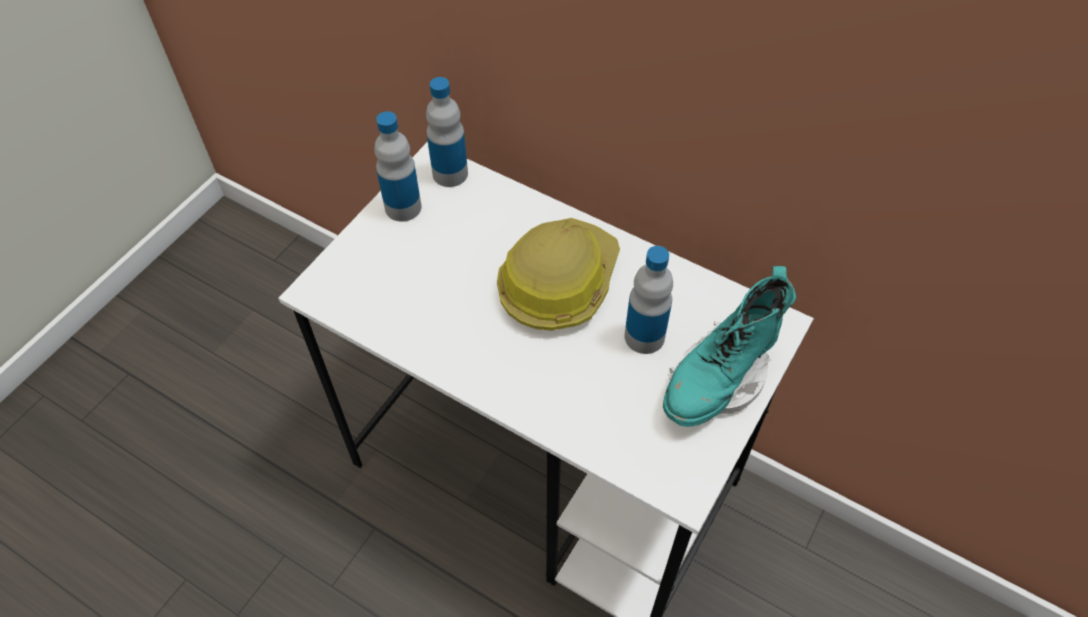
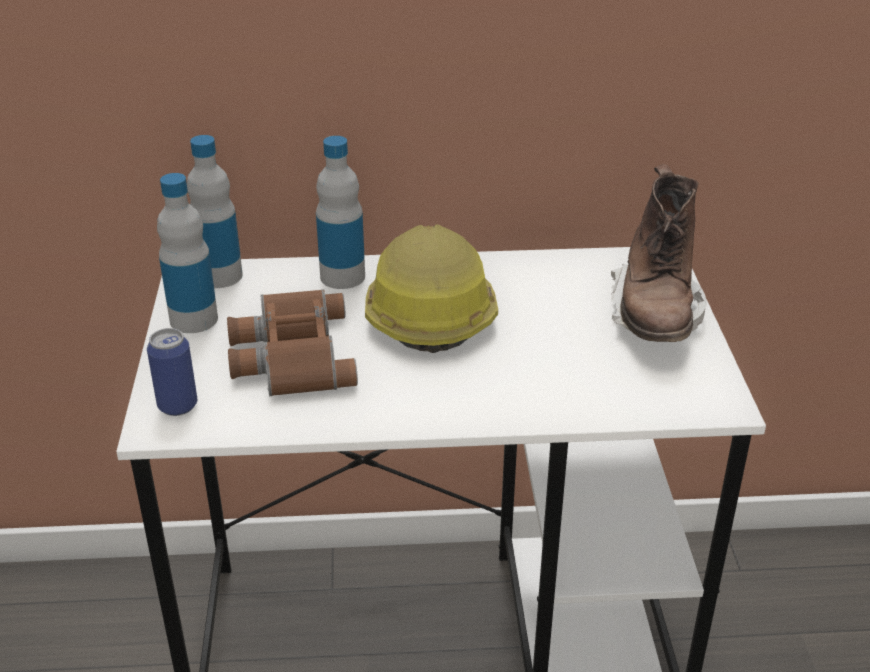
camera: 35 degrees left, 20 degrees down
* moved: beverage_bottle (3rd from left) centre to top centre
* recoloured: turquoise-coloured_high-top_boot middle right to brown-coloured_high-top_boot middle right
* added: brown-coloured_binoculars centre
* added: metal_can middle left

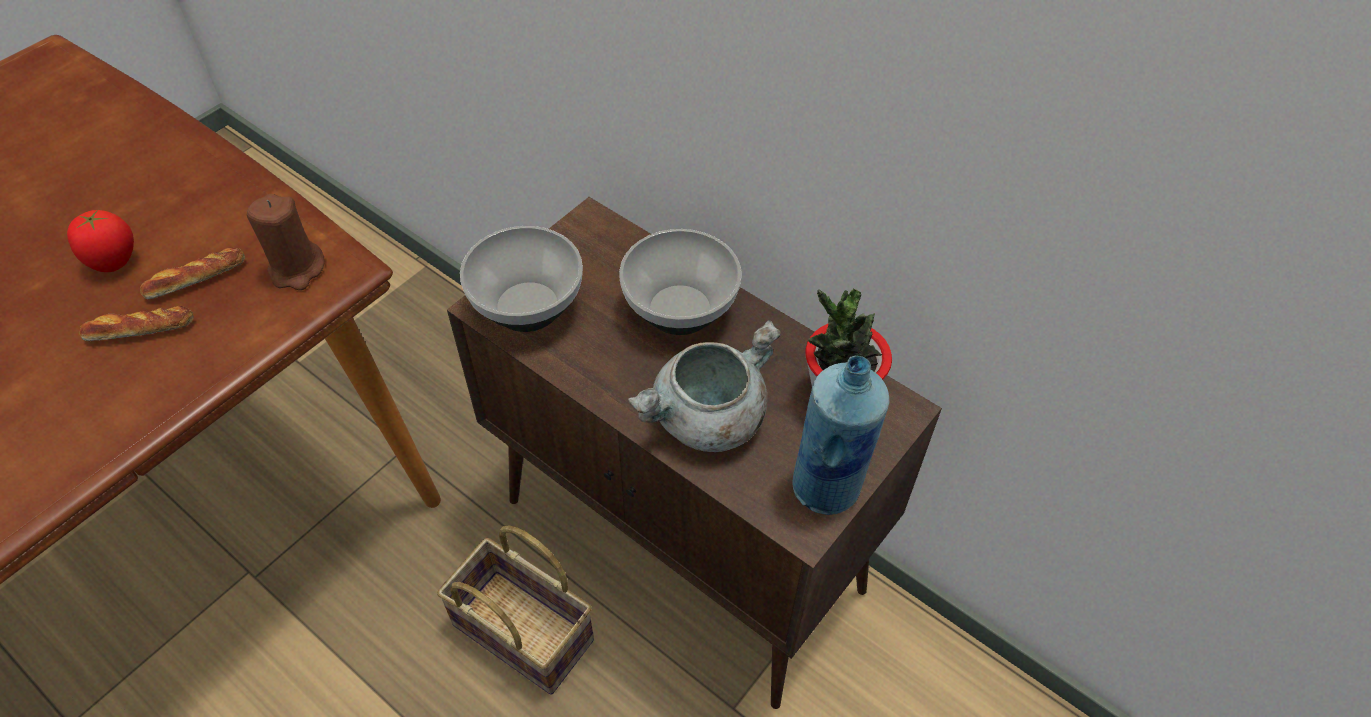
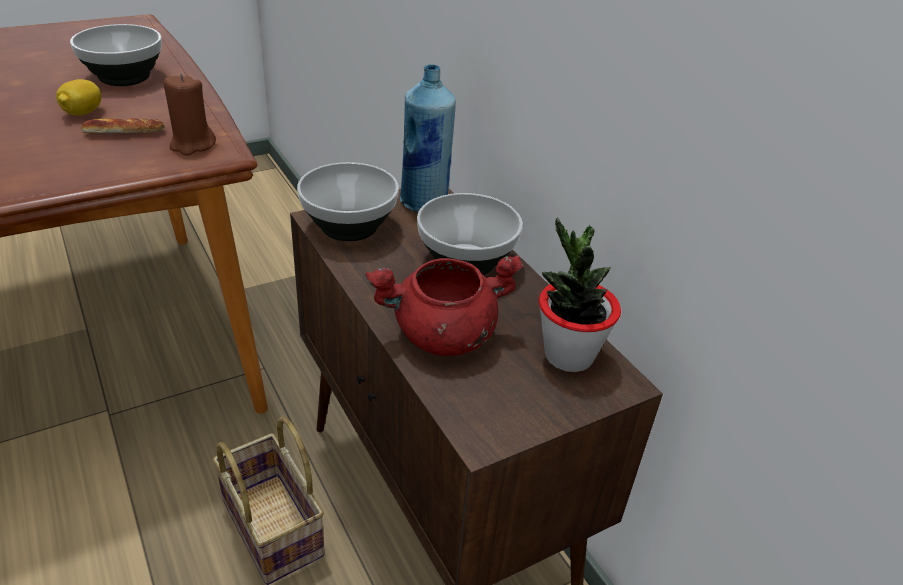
camera: 20 degrees right, 15 degrees down
* replaced: tomato middle left to whole_lemon top left
* removed: baked_bread (1st from left) middle left
* recoloured: gray_stockpot centre to red_stockpot centre
* moved: blue-coloured_beverage_bottle centre to top centre
* added: bowl (1st from left) top left

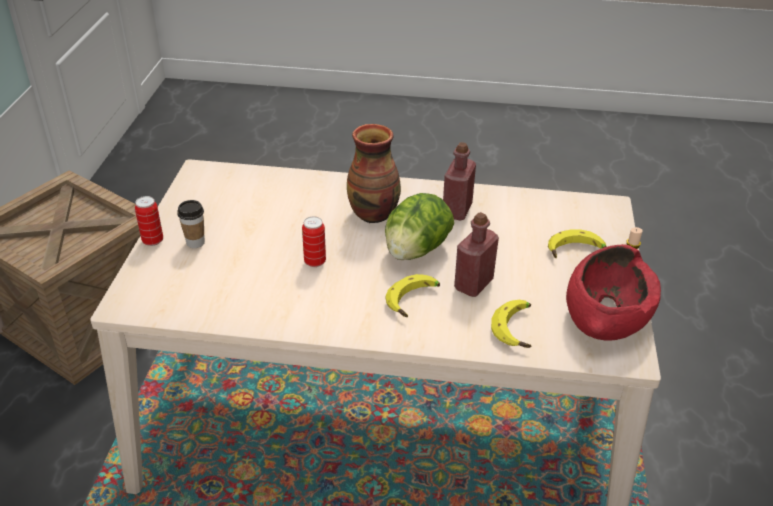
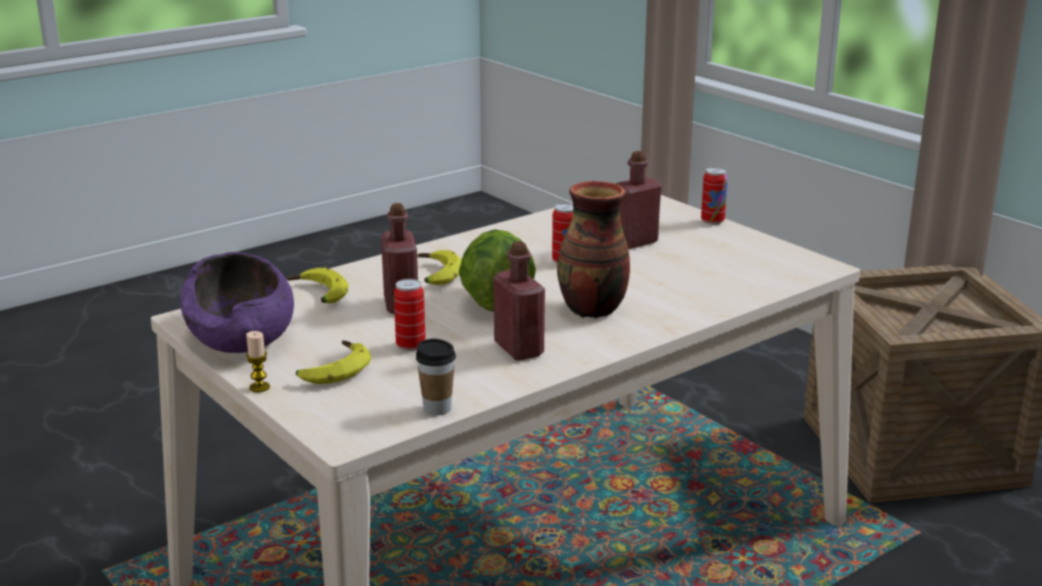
camera: 135 degrees right, 15 degrees down
* moved: small_cup middle left to centre
* recoloured: red_bowl middle right to purplish_bowl middle left
* added: red_beverage_bottle (3rd from left) centre
* added: metal_can (1st from left) centre

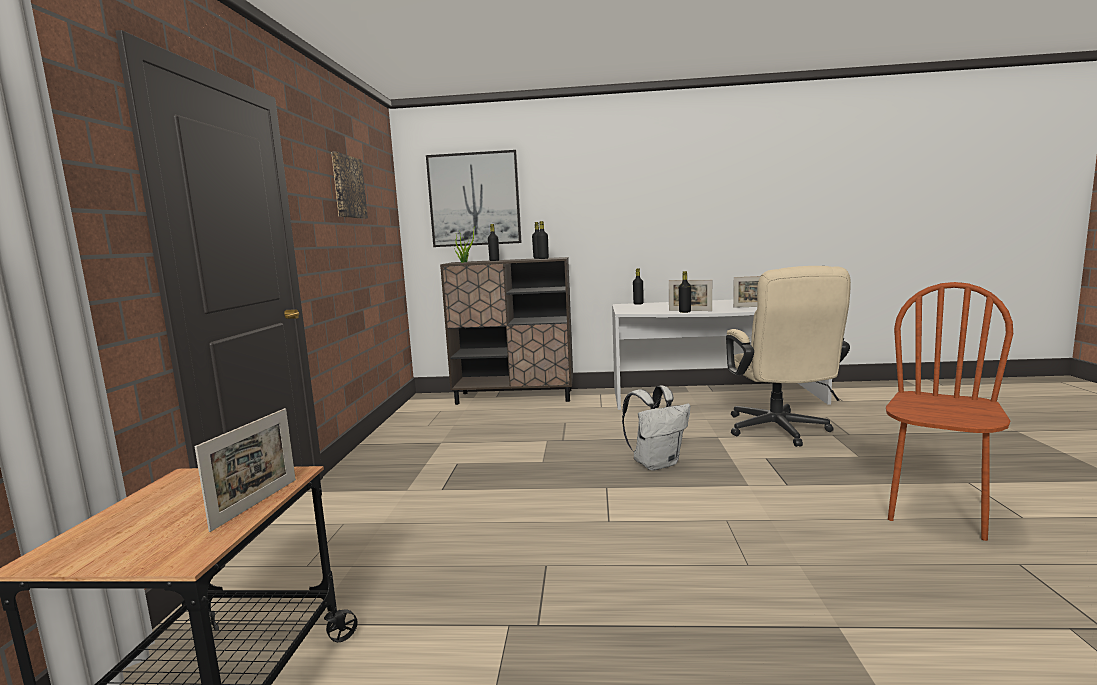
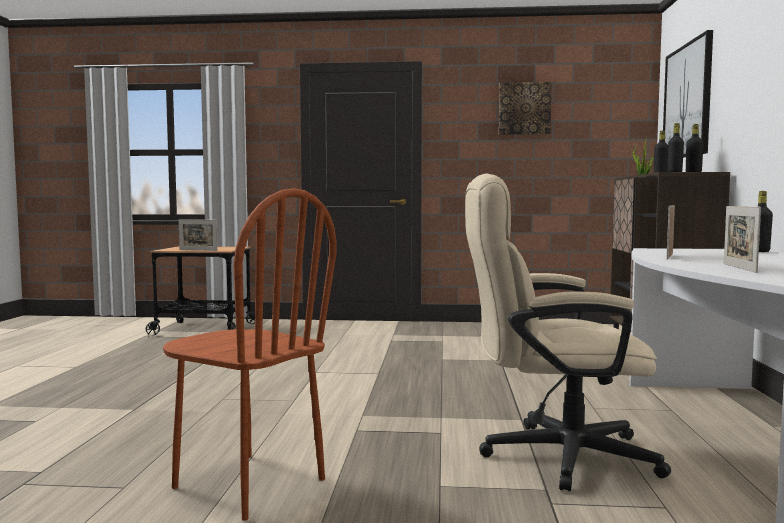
camera: 90 degrees right, 5 degrees down
* removed: black_beverage_bottle (5th from left) centre
* removed: white-coloured_rucksack centre

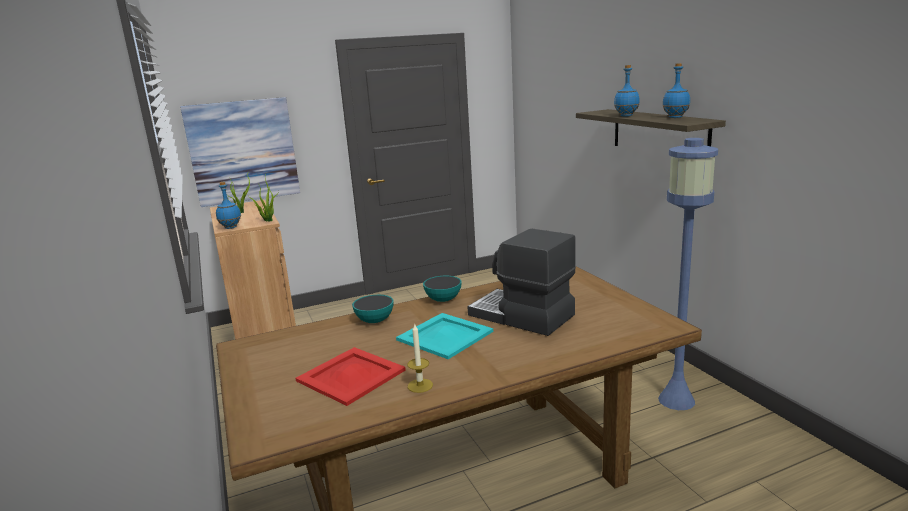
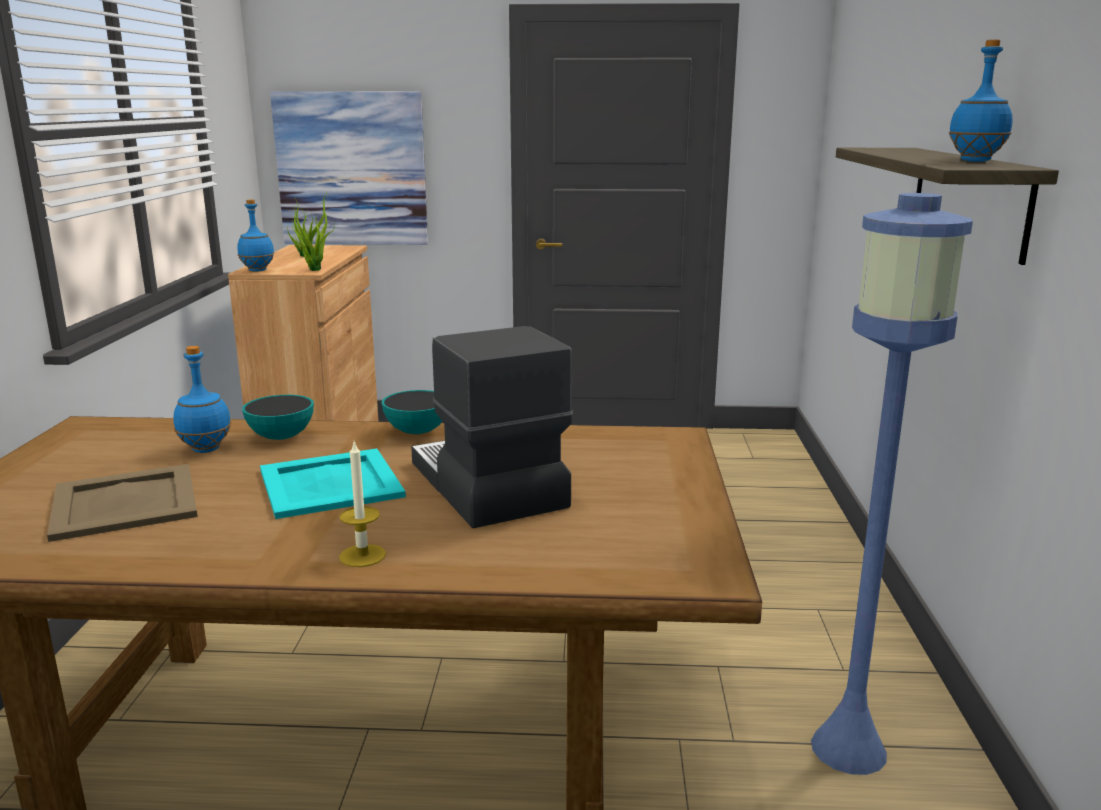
camera: 25 degrees right, 0 degrees up
* moved: blue-coloured_beverage_bottle (2nd from left in the first image) top right to blue-coloured_beverage_bottle (1st from left) middle left
* moved: wax_candle bottom centre to middle left
* recoloured: red_serving_tray bottom centre to beige_serving_tray middle left

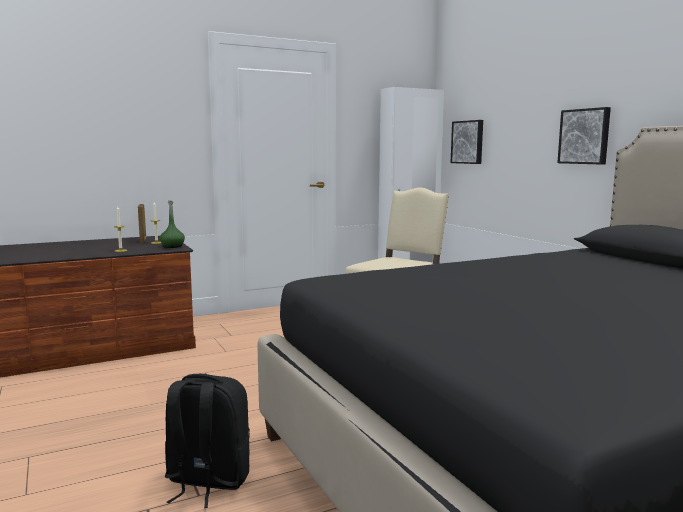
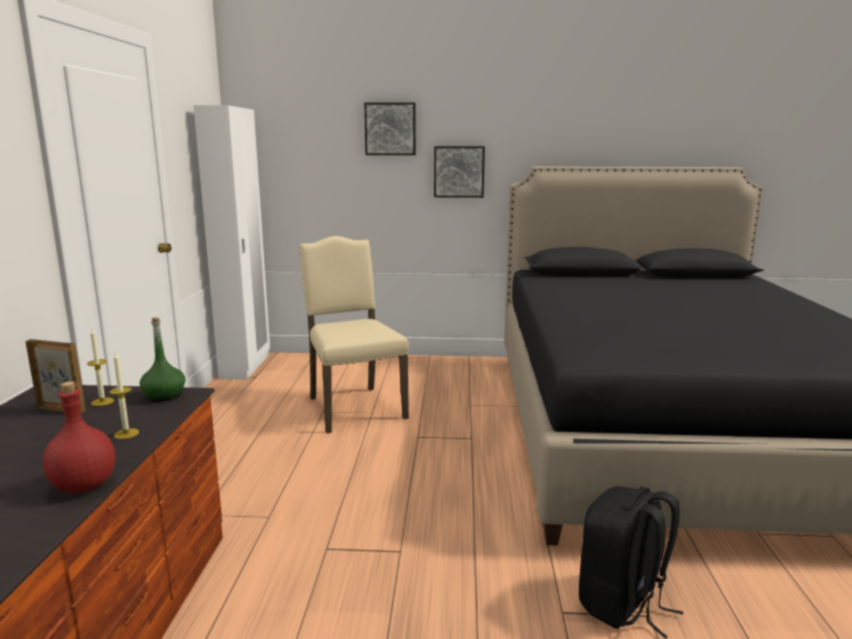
camera: 60 degrees left, 5 degrees up
* moved: picture (1st from left) top right to top centre
* added: red_beverage_bottle bottom left

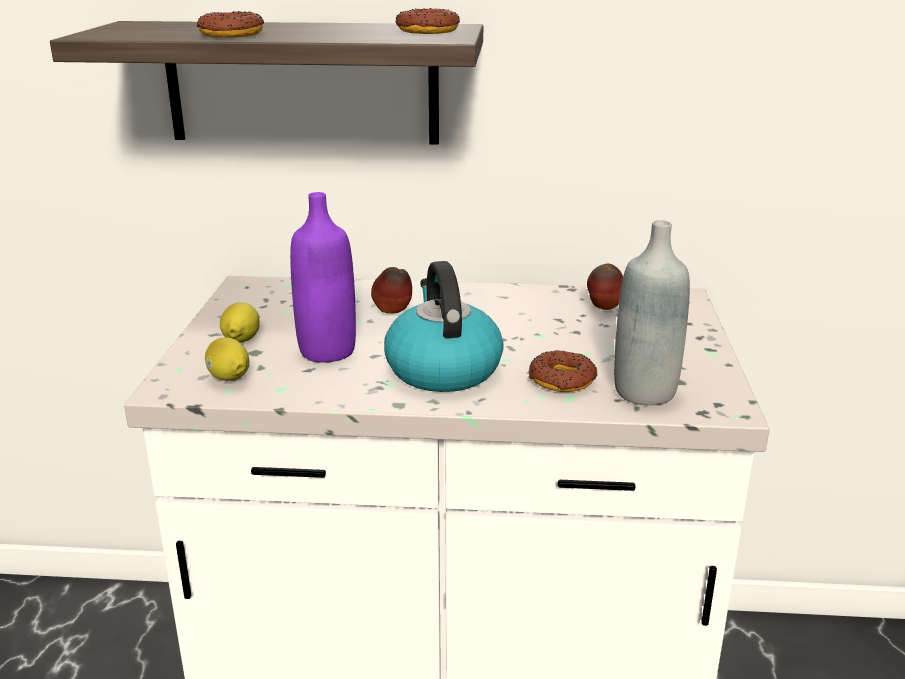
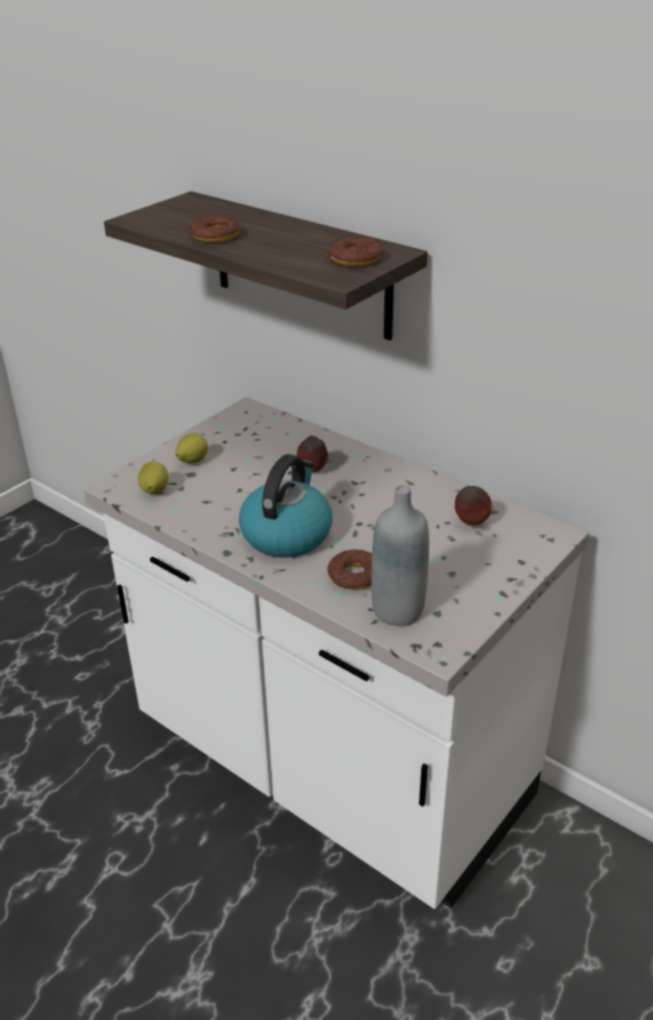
camera: 35 degrees right, 10 degrees up
* removed: purplish_beverage_bottle centre

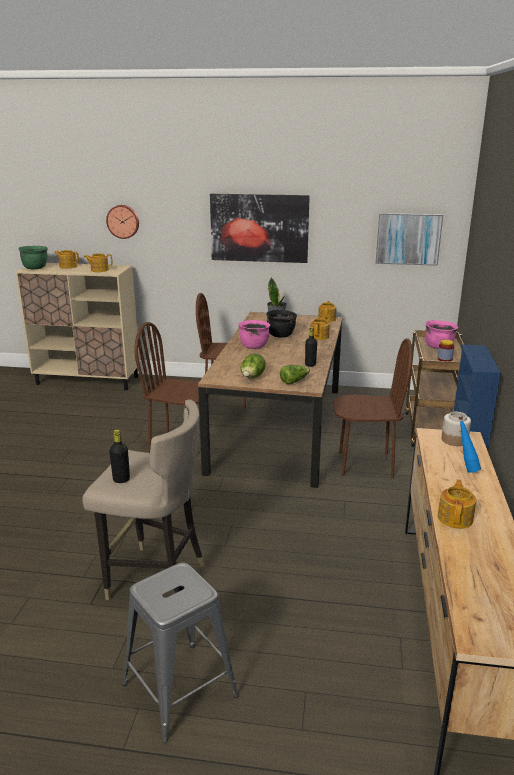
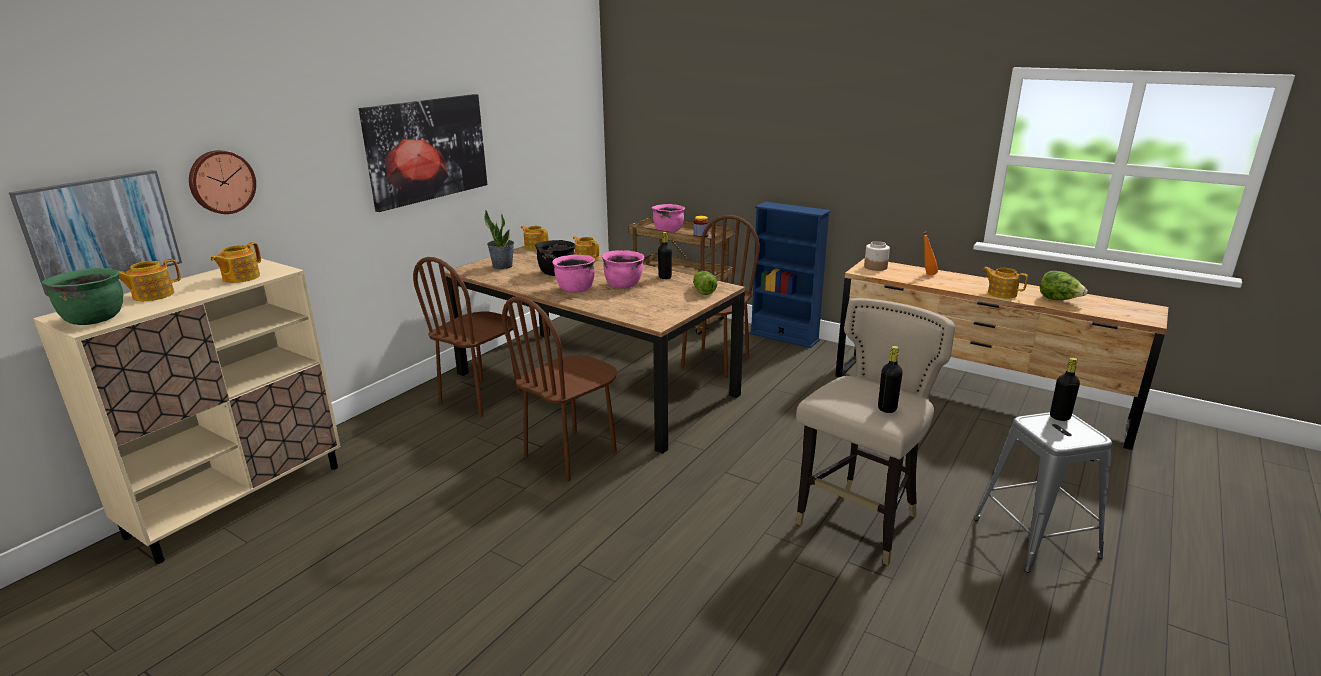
camera: 65 degrees left, 0 degrees up
* moved: picture (2nd from left in the first image) top right to picture (1st from left) middle left
* moved: head_of_lettuce (1st from left in the first image) centre to head_of_lettuce (2nd from left) middle right
* recoloured: blue-coloured_beverage_bottle middle right to orange-coloured_beverage_bottle middle right
* added: pinkish_stockpot (2nd from left) centre
* added: black_beverage_bottle (3rd from left) middle right

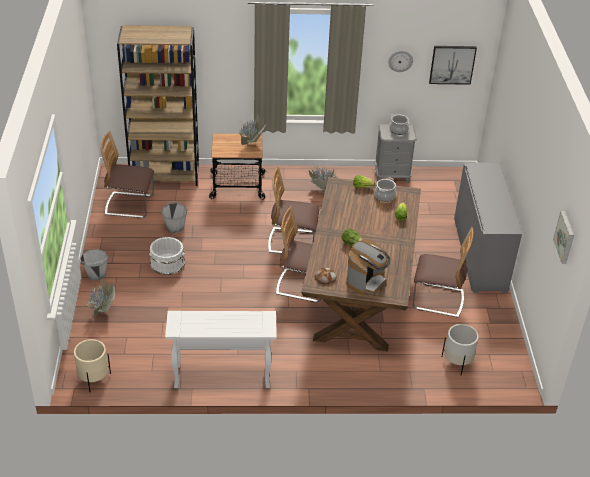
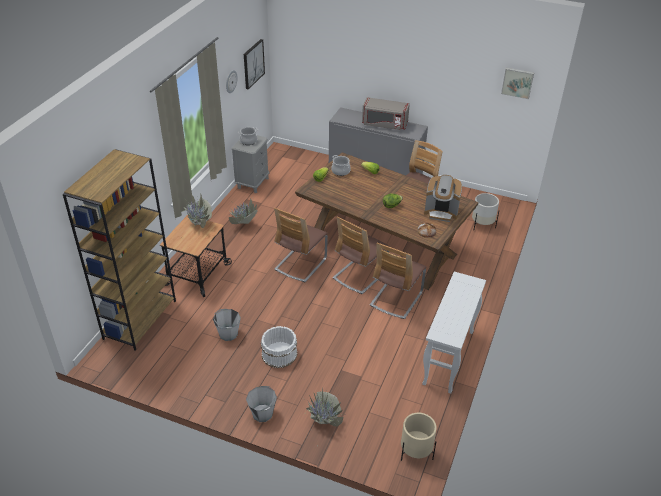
camera: 65 degrees left, 0 degrees up
* moved: upright_chair (1st from left in the first image) middle left to upright_chair (3rd from left) centre
* turned: coffee_machine centre = middle right 135 degrees clockwise
* added: gray_microwave_oven top centre

